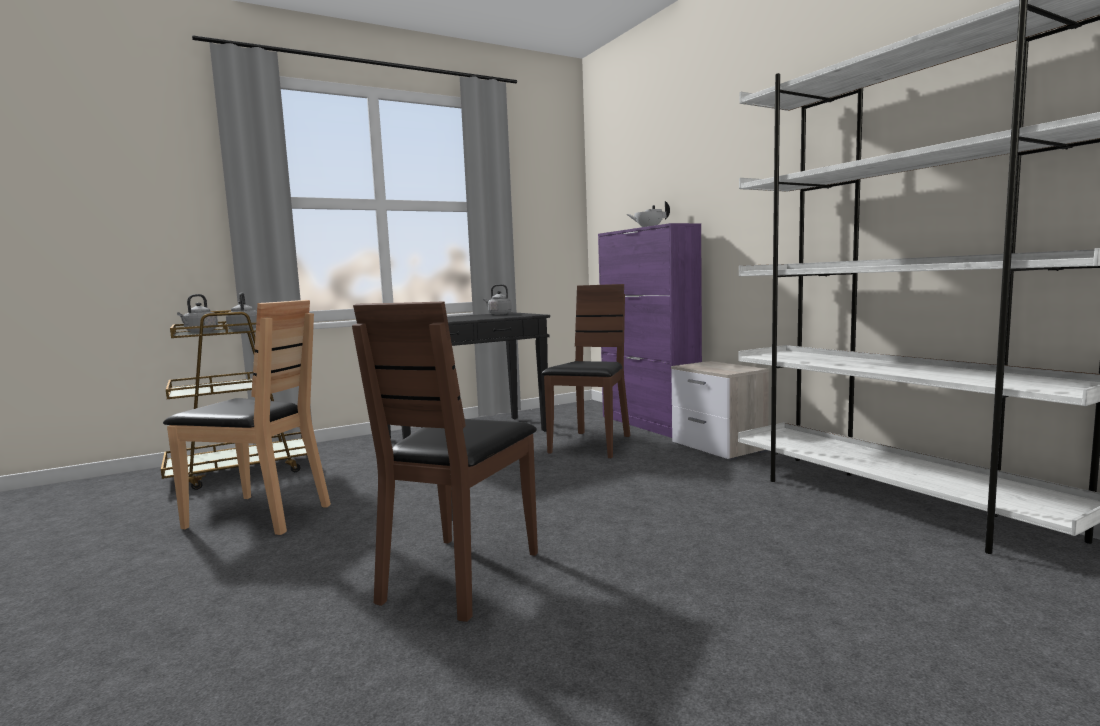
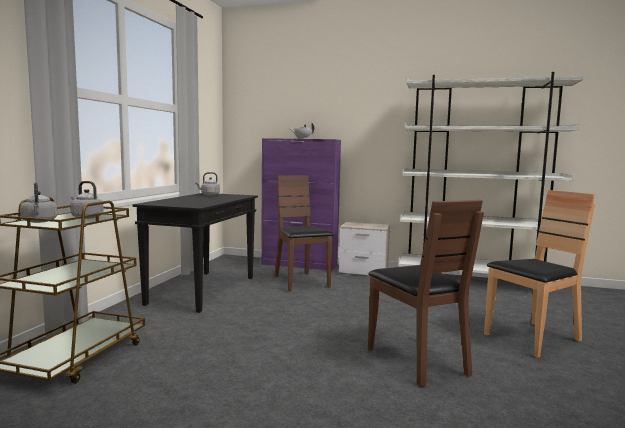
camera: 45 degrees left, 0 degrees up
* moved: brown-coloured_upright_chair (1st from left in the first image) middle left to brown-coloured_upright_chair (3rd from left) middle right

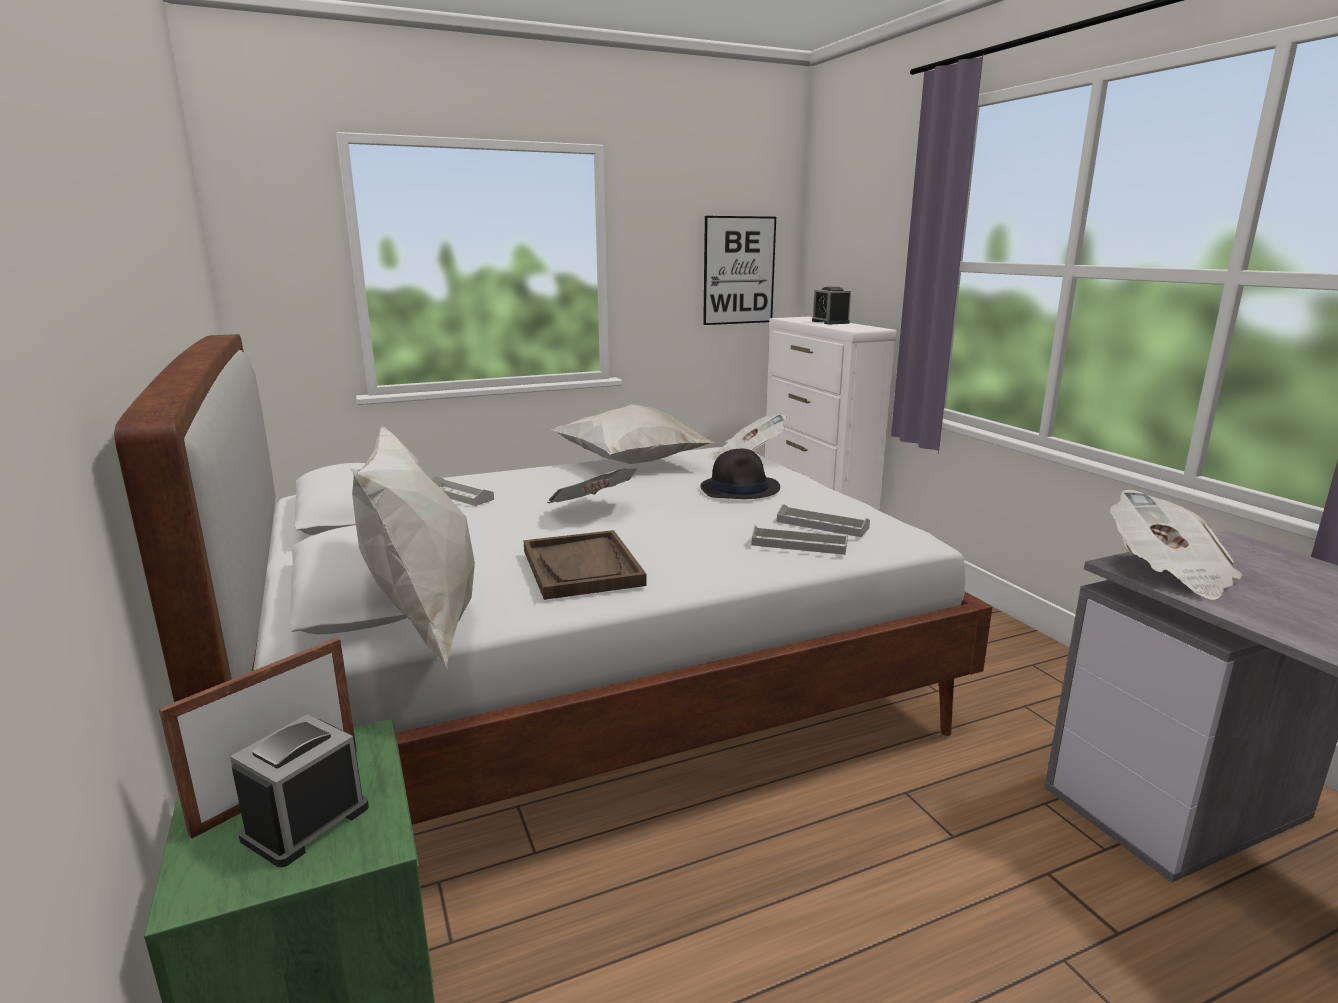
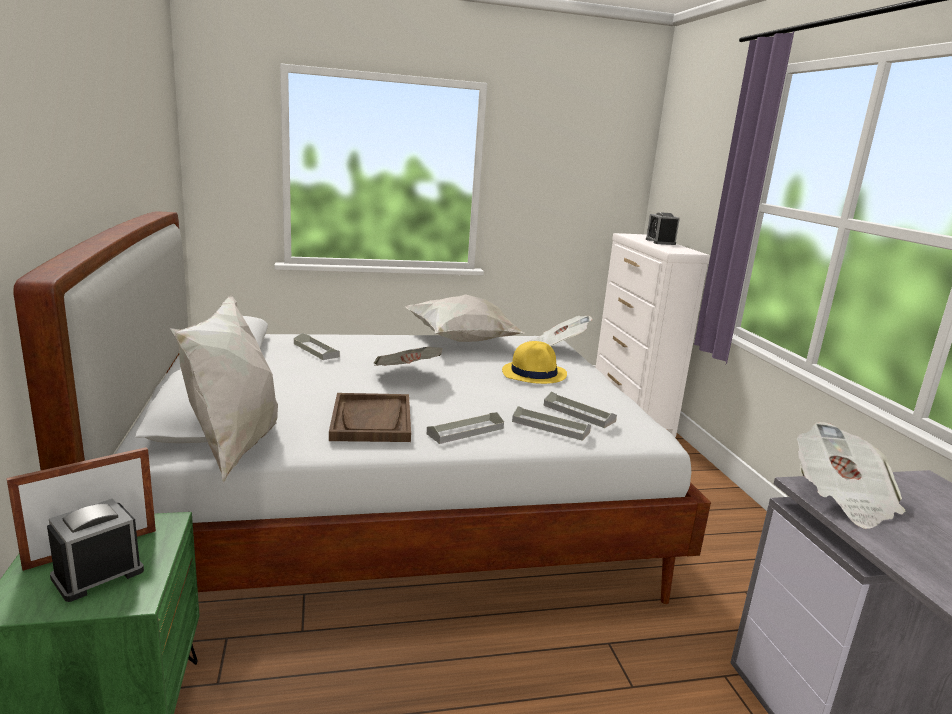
camera: 10 degrees right, 0 degrees up
* removed: picture top centre
* recoloured: black_hat centre to yellowish_hat centre
* added: gray_serving_tray (2nd from left) centre

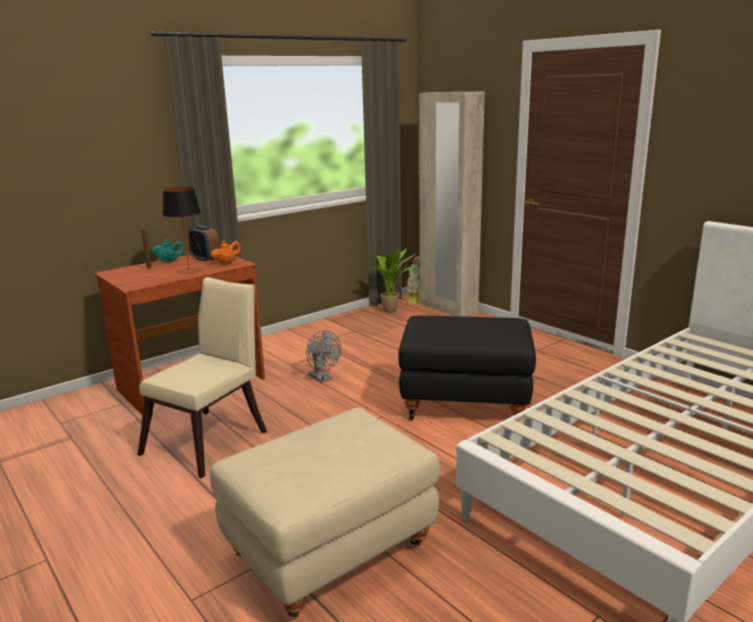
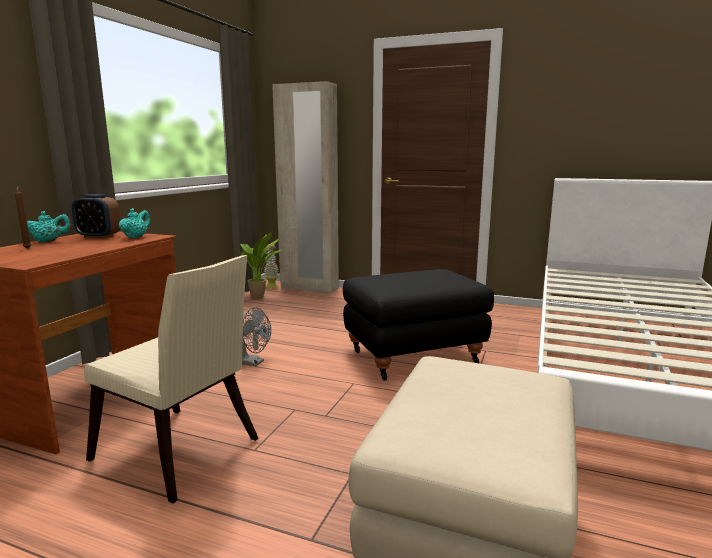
camera: 30 degrees left, 5 degrees down
* removed: tabletop_lamp middle left
* recoloured: orange-coloured_pot_for_tea middle left to turquoise-coloured_pot_for_tea (2nd from left) middle left
* turned: beige_upright_chair middle left = bottom left 120 degrees clockwise

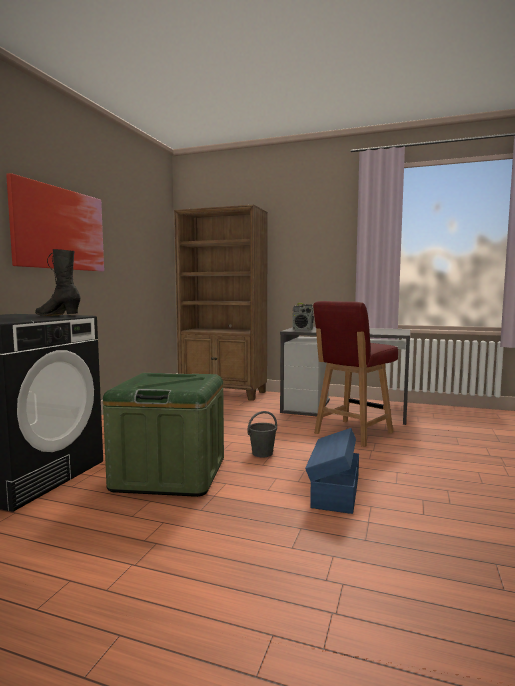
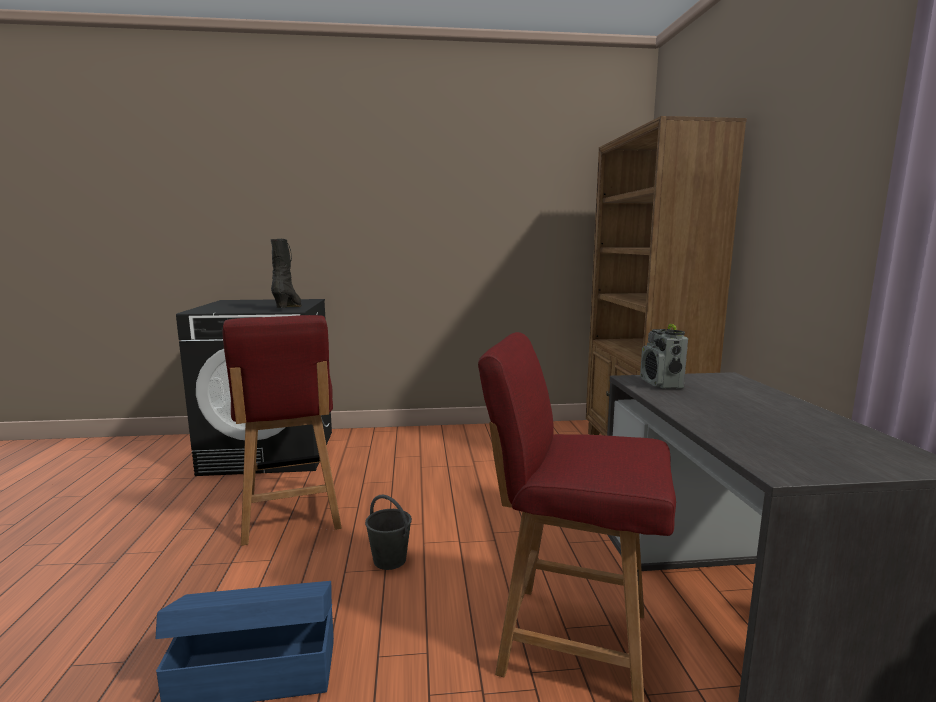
camera: 65 degrees right, 5 degrees up
* removed: picture top left
* replaced: greenish_storage_box middle left to red_upright_chair (1st from left) middle left

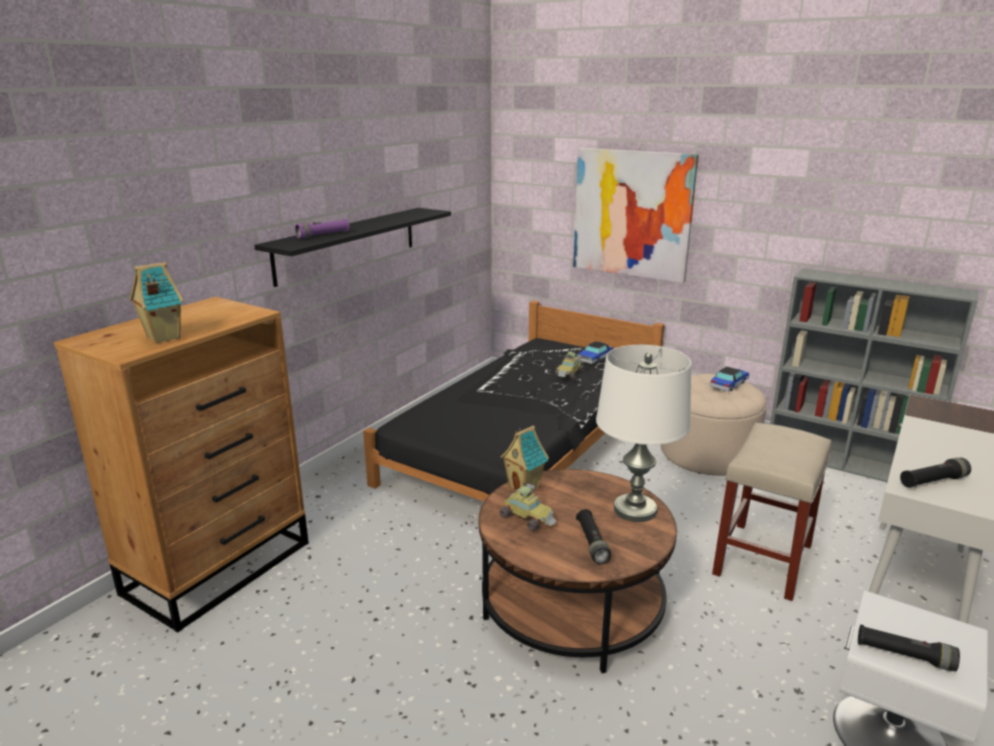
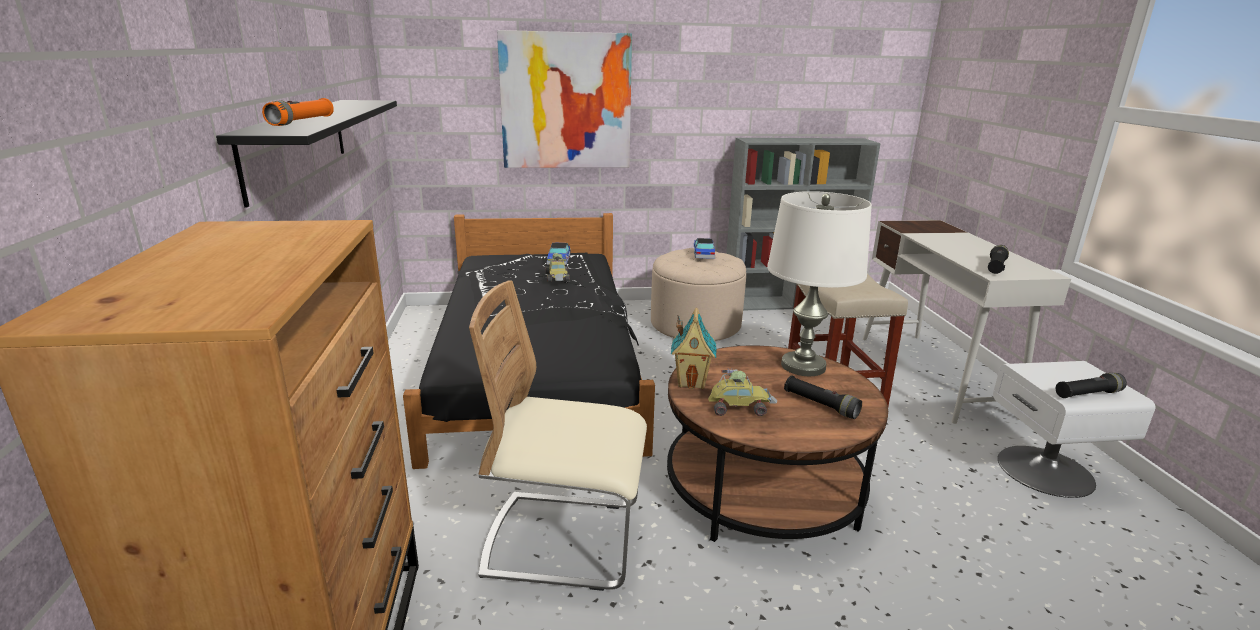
camera: 40 degrees left, 0 degrees up
* recoloured: purplish_torch top left to orange-coloured_torch top left
* removed: miniature_house (1st from left) middle left
* added: beige_upright_chair bottom centre

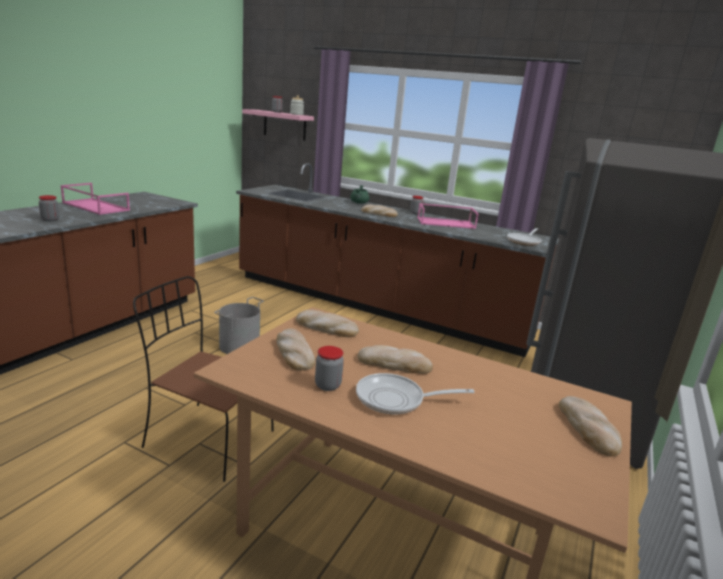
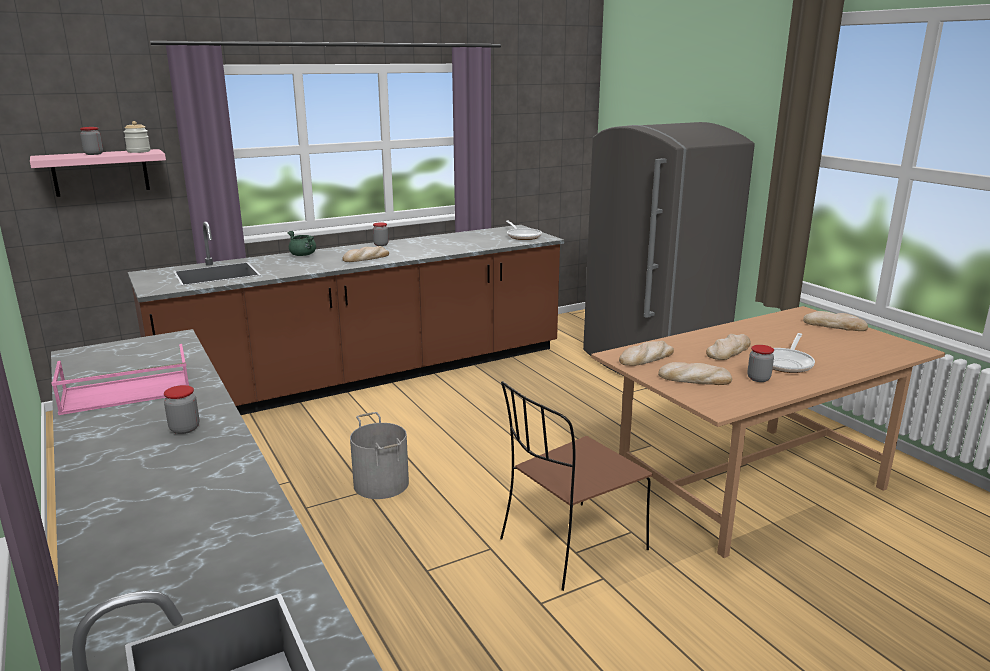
camera: 55 degrees left, 0 degrees up
* removed: pinkish_serving_tray (2nd from left) centre

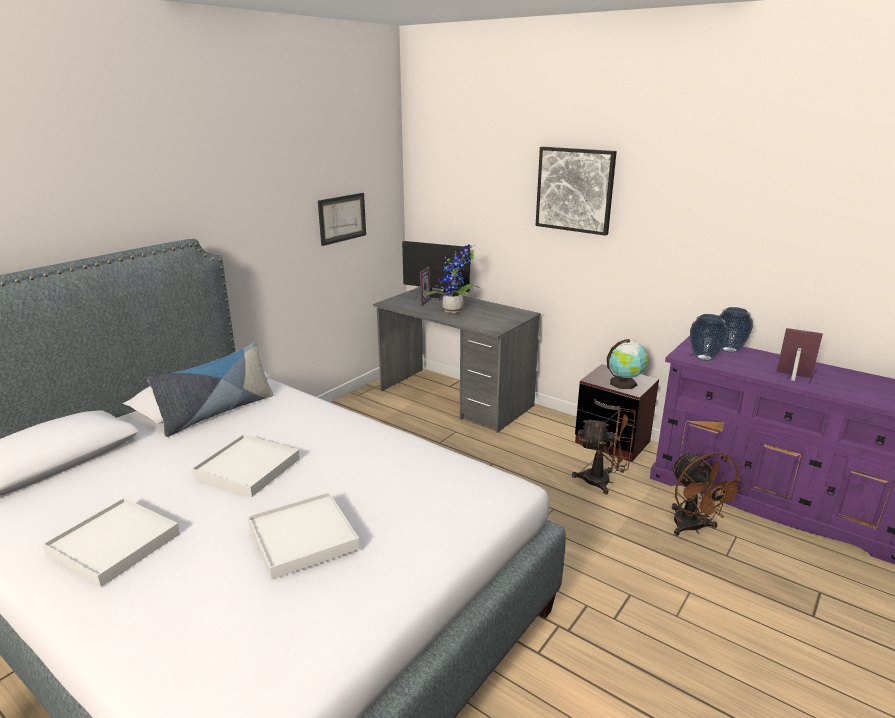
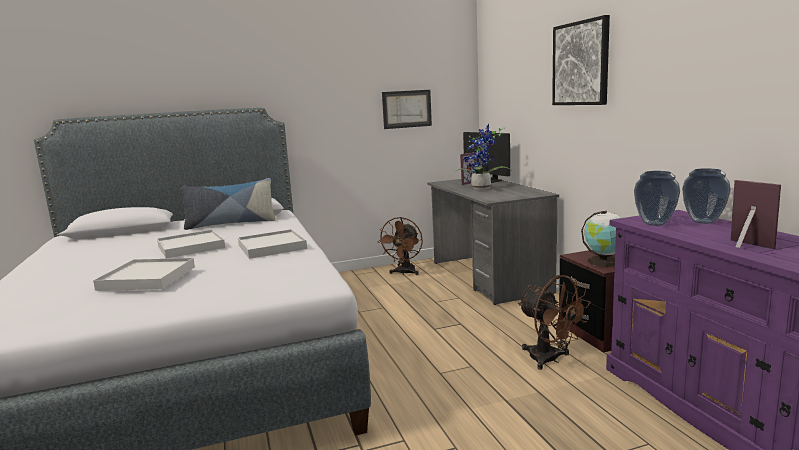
camera: 35 degrees right, 10 degrees down
* moved: brown-coloured_electric_fan (2nd from left in the first image) bottom right to brown-coloured_electric_fan (1st from left) centre
* moved: white-coloured_serving_tray (1st from left in the first image) bottom left to white-coloured_serving_tray (3rd from left) centre

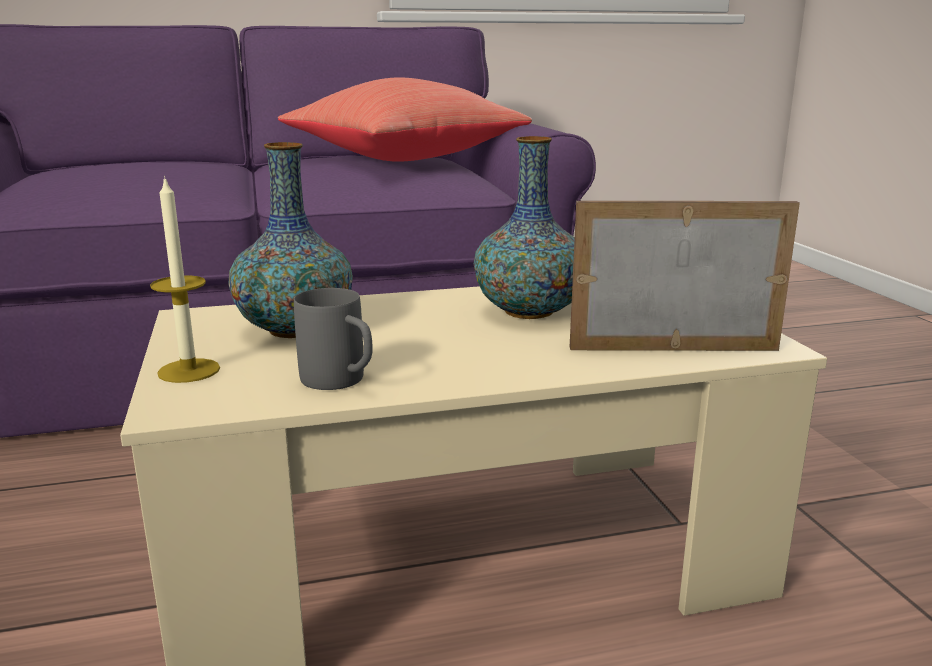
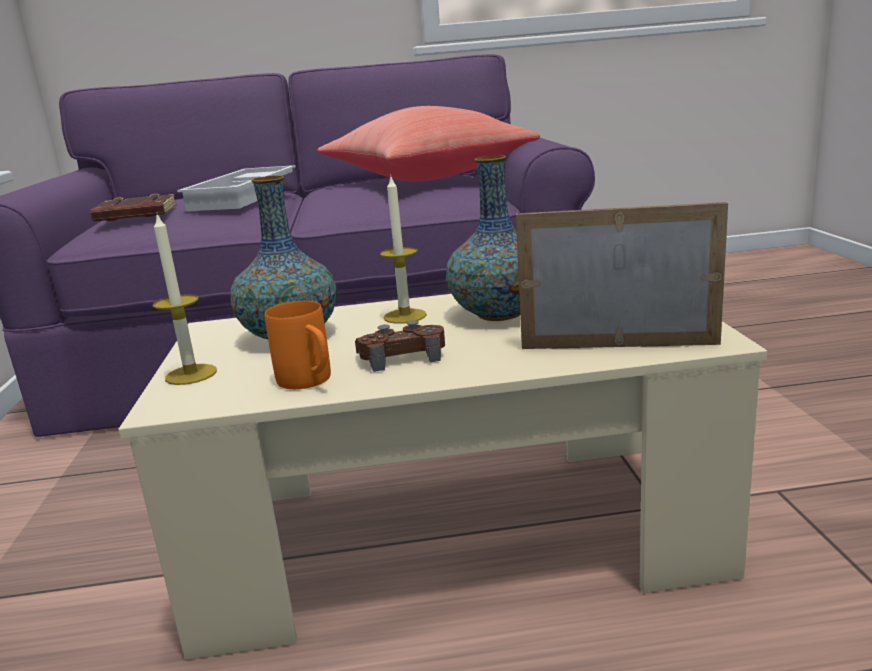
camera: 10 degrees right, 0 degrees up
* recoloured: gray_tea_mug centre to orange-coloured_tea_mug centre
* added: white-coloured_serving_tray top left
* added: wax_candle (2nd from left) centre
* added: brown-coloured_book top left
* added: brown-coloured_gamepad centre

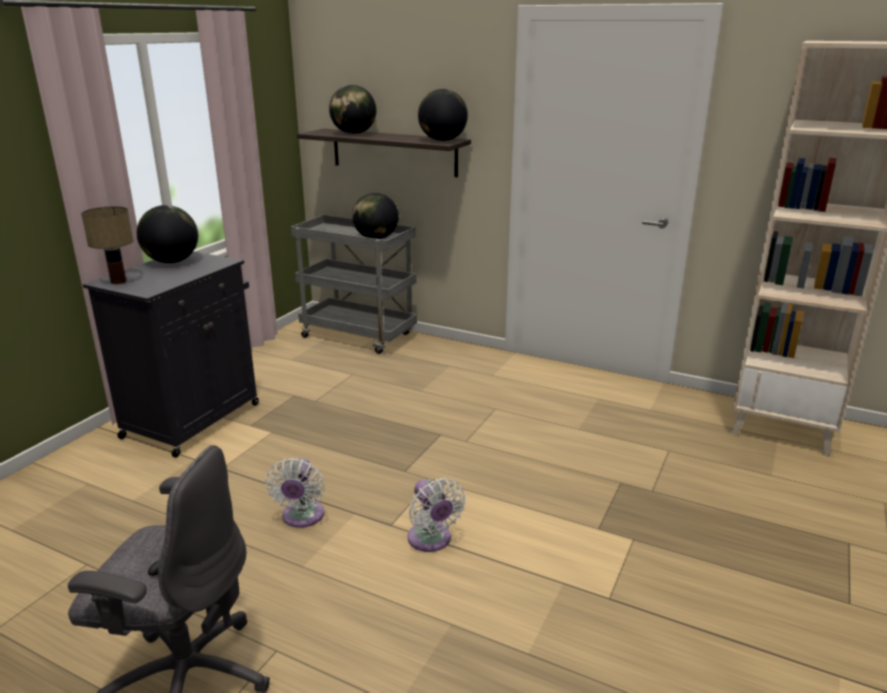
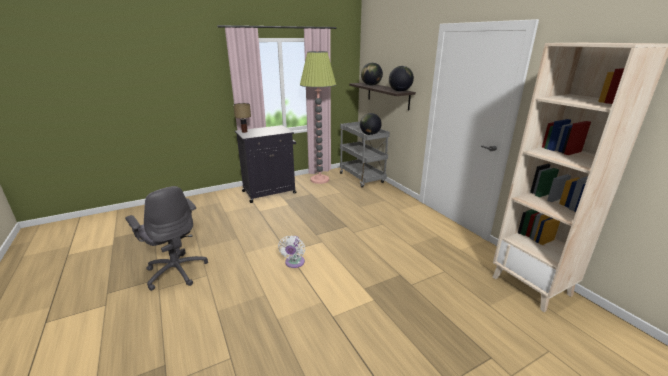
camera: 35 degrees right, 0 degrees up
* removed: desk_globe (1st from left) middle left
* removed: white-coloured_electric_fan (1st from left) bottom left
* added: standard_lamp top centre

